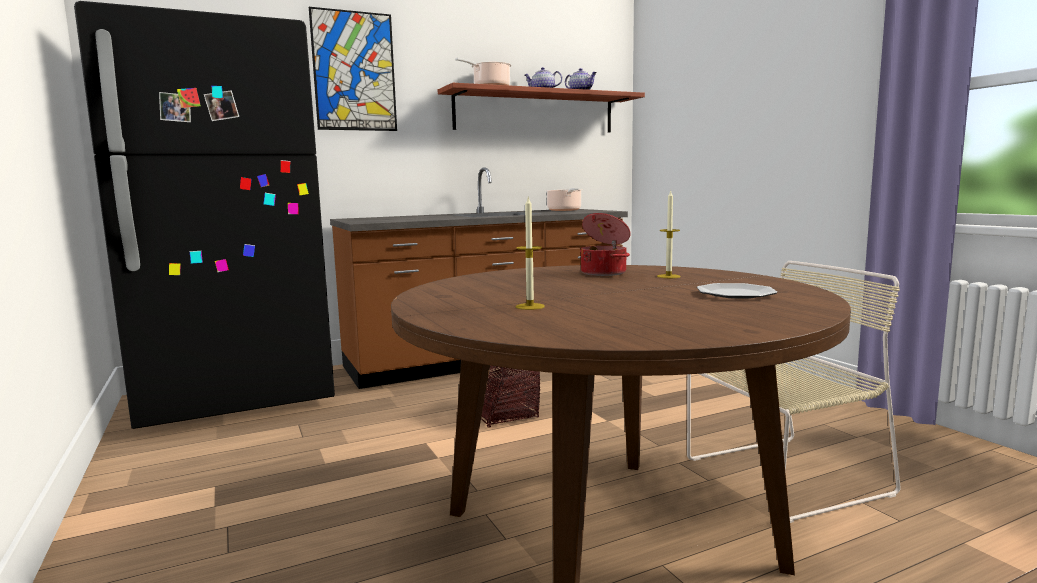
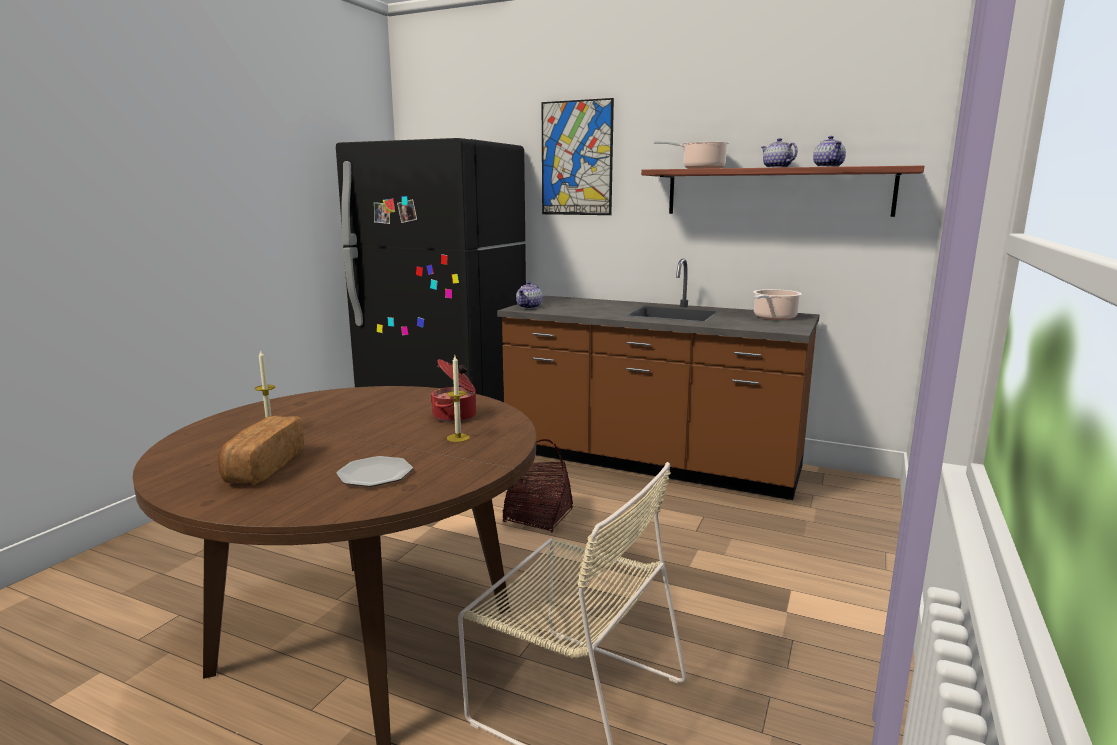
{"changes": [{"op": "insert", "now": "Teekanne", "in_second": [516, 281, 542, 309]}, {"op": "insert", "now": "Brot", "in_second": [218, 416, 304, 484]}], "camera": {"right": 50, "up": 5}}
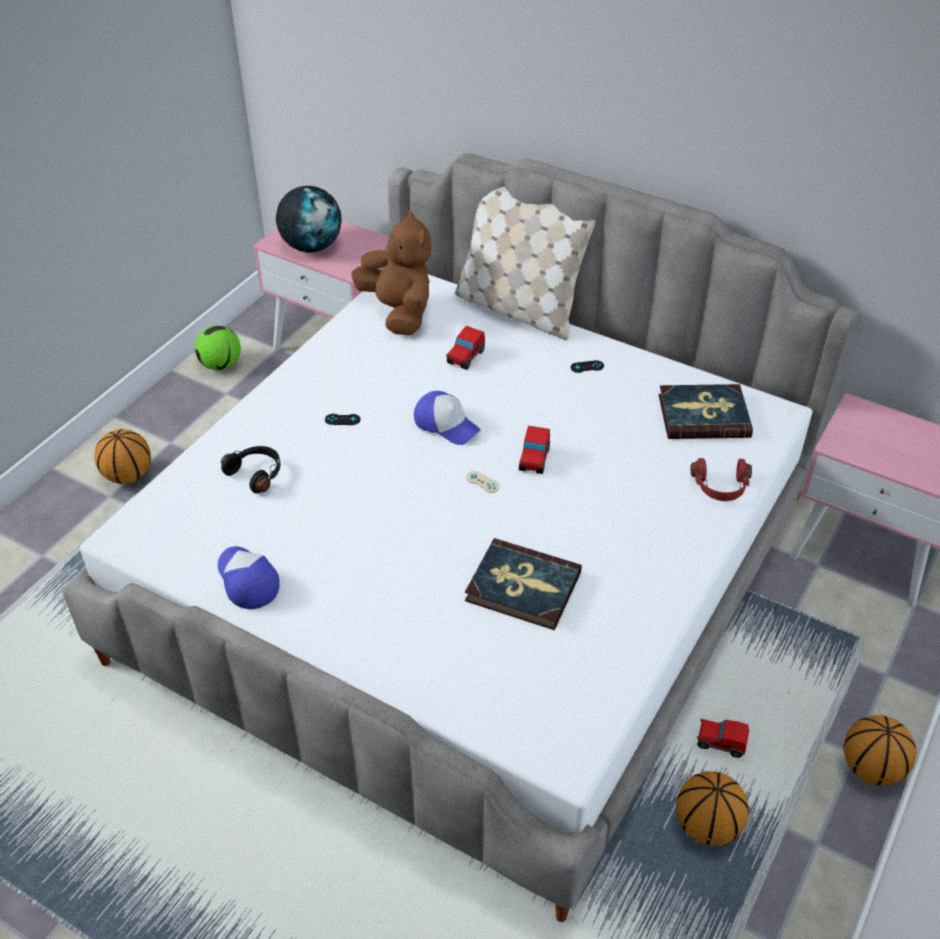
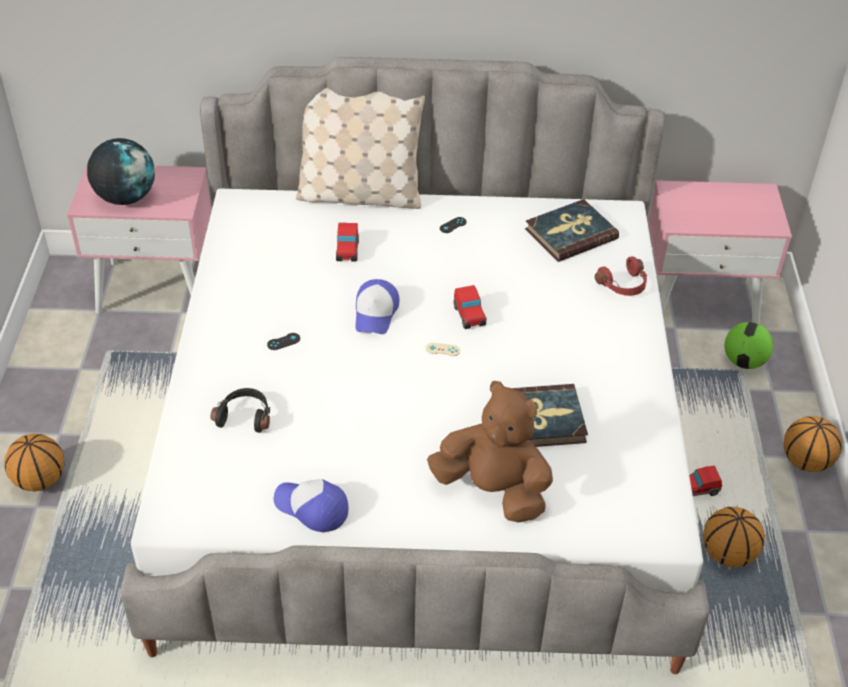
{"changes": [{"op": "move", "was": "Plüschtier/braun", "in_first": [351, 211, 432, 335], "in_second": [427, 381, 553, 523]}, {"op": "move", "was": "Fußball", "in_first": [195, 325, 241, 370], "in_second": [724, 322, 773, 369]}, {"op": "rotate", "was": "Kappe", "in_first": [414, 391, 481, 445], "in_second": [356, 279, 399, 334], "clockwise": 90}], "camera": {"right": -30, "up": 0}}
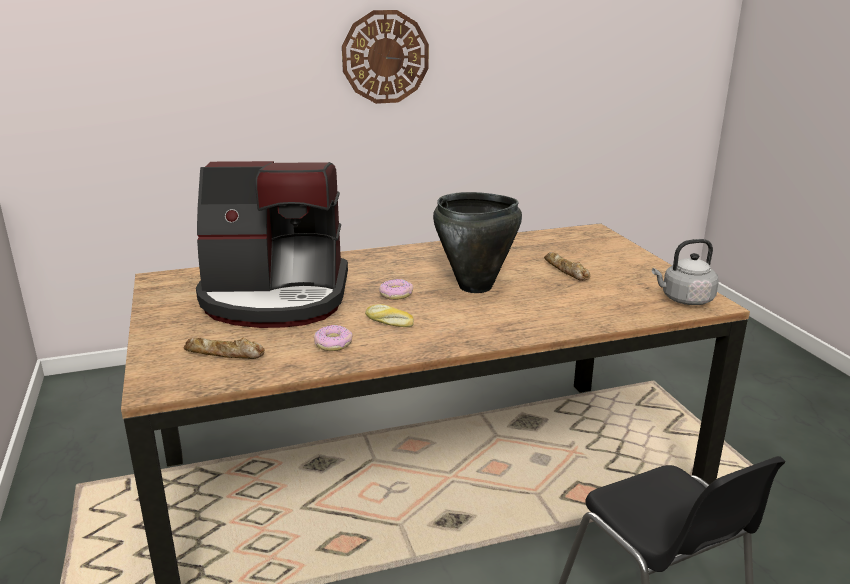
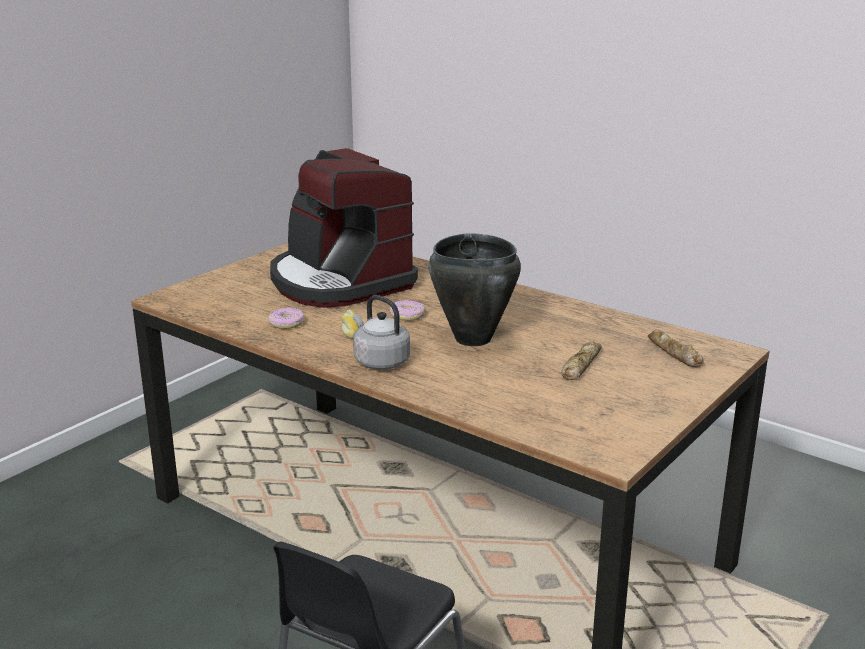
{"changes": [{"op": "delete", "was": "Wanduhr", "in_first": [342, 10, 429, 104]}, {"op": "move", "was": "Wasserkessel/grau", "in_first": [652, 239, 719, 305], "in_second": [353, 295, 410, 369]}, {"op": "move", "was": "Brot", "in_first": [183, 337, 264, 359], "in_second": [648, 330, 704, 367]}], "camera": {"right": 55, "up": 0}}
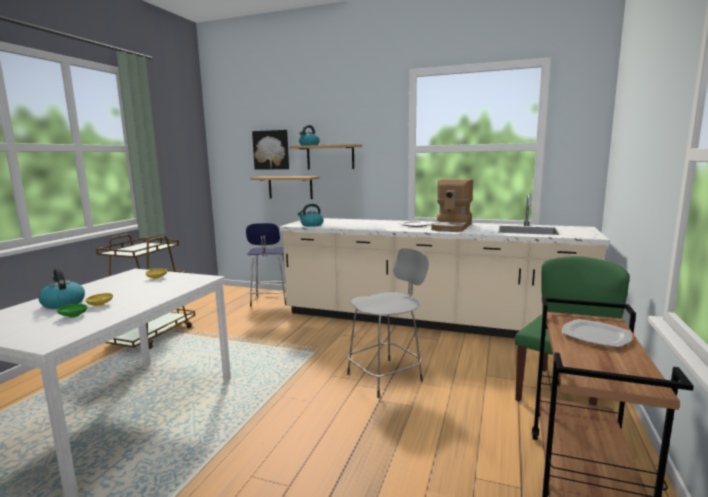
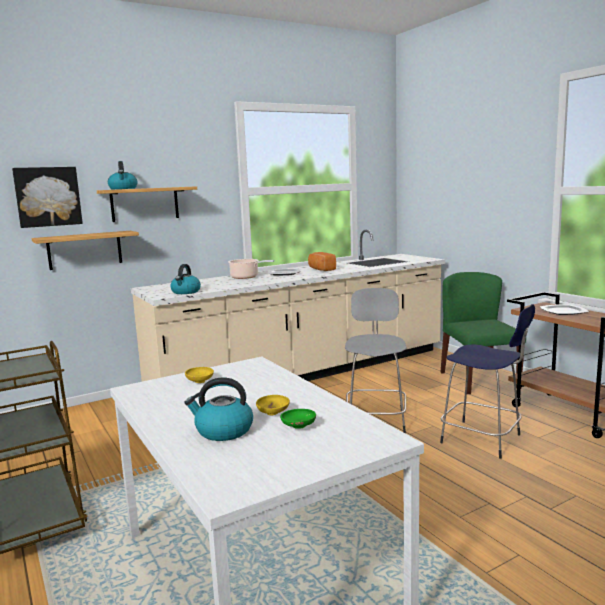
{"changes": [{"op": "replace", "was": "Kaffeemaschine", "now": "Brot", "in_first": [431, 179, 473, 232], "in_second": [308, 252, 336, 271]}, {"op": "move", "was": "Hocker/blau", "in_first": [246, 223, 287, 307], "in_second": [440, 304, 535, 459]}, {"op": "insert", "now": "Kochtopf", "in_second": [228, 259, 274, 279]}], "camera": {"right": -50, "up": 0}}
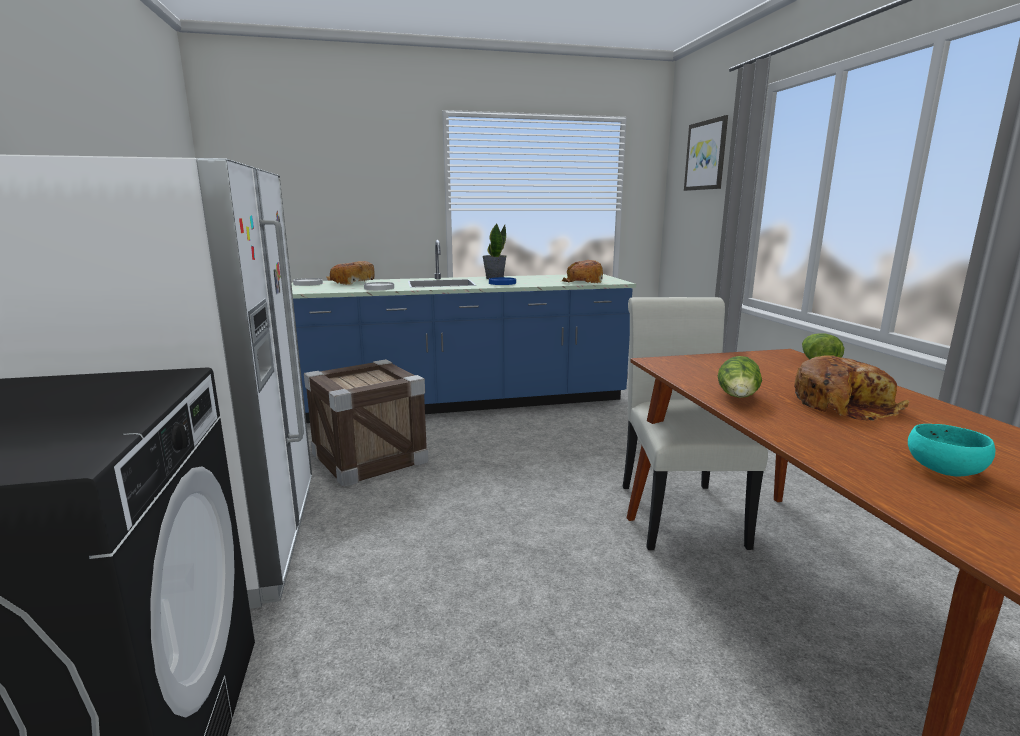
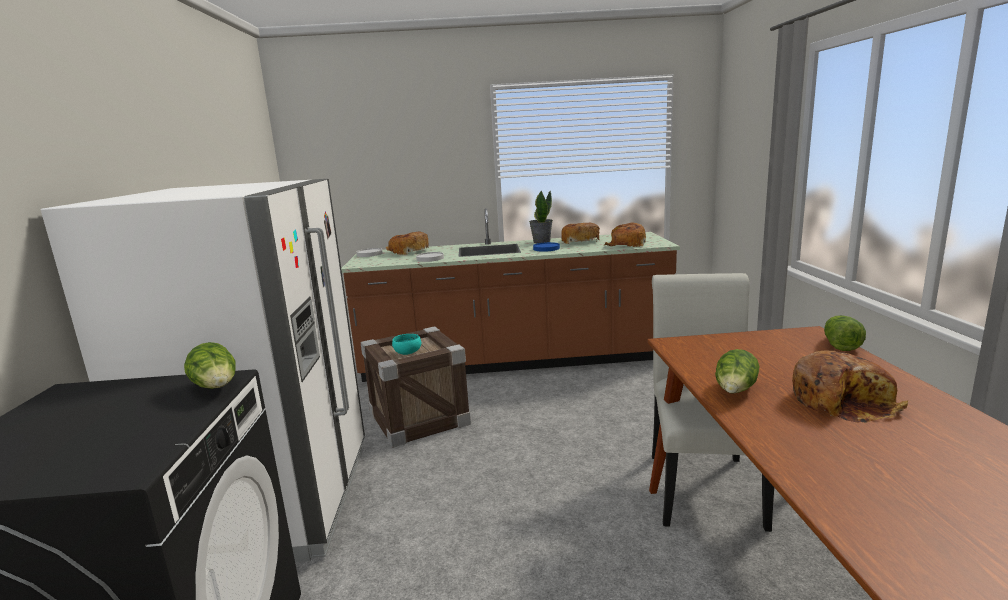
{"changes": [{"op": "delete", "was": "Bild", "in_first": [684, 115, 728, 191]}, {"op": "recolor", "was": "Küchenzeile/blau", "now": "Küchenzeile/braun", "in_first": [291, 240, 636, 423], "in_second": [341, 208, 680, 382]}, {"op": "move", "was": "Schüssel/türkis", "in_first": [908, 424, 995, 476], "in_second": [392, 334, 421, 355]}, {"op": "insert", "now": "Brot", "in_second": [561, 223, 600, 244]}, {"op": "insert", "now": "Salatkopf", "in_second": [184, 342, 236, 389]}], "camera": {"right": 10, "up": 0}}
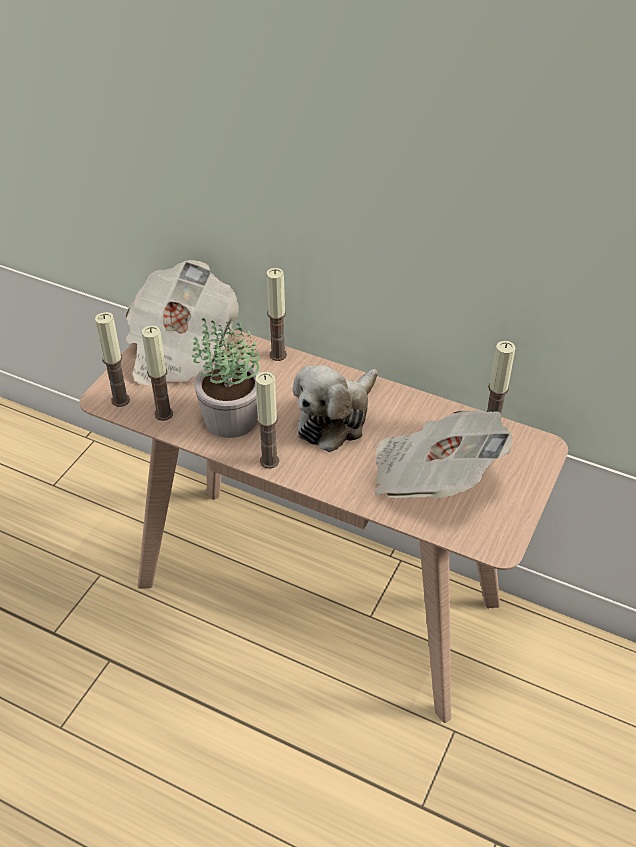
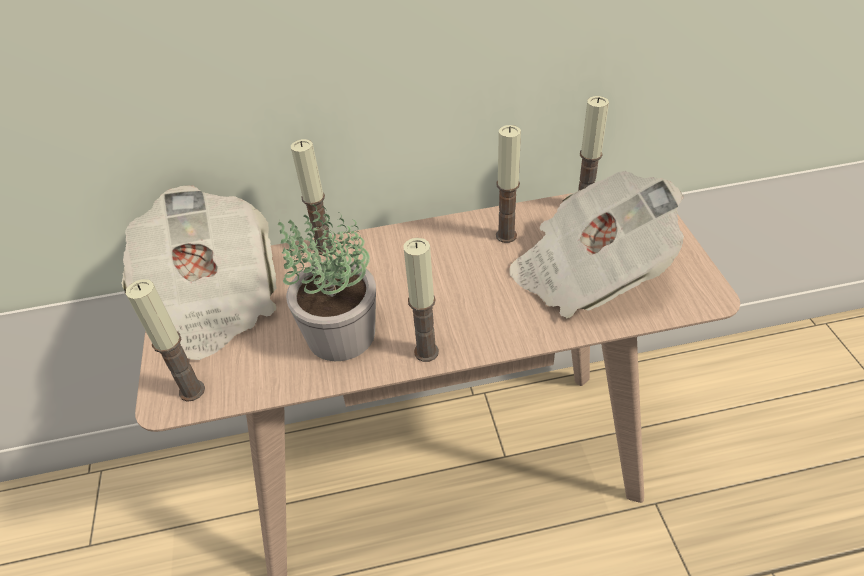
{"changes": [{"op": "move", "was": "Kerze", "in_first": [142, 326, 173, 421], "in_second": [496, 125, 521, 243]}, {"op": "delete", "was": "Plüschtier", "in_first": [293, 365, 378, 452]}], "camera": {"right": -35, "up": 0}}
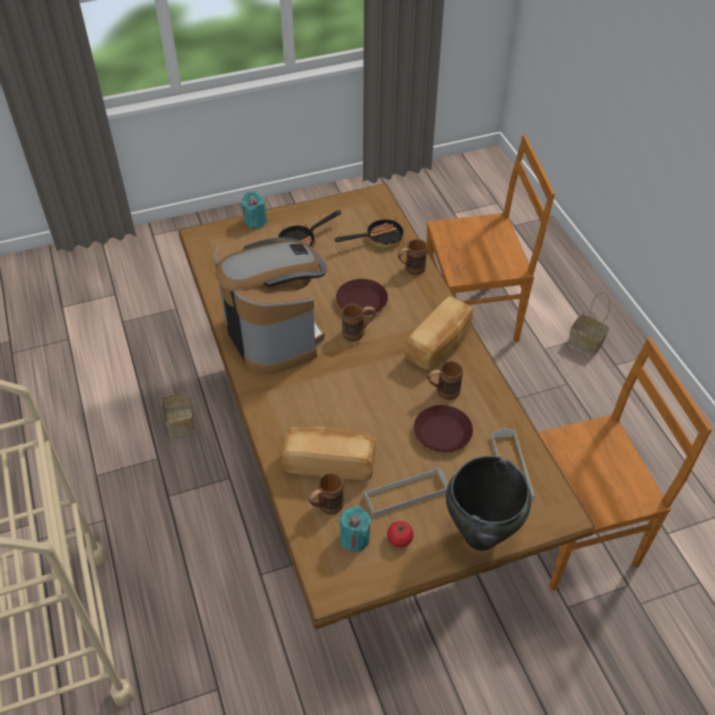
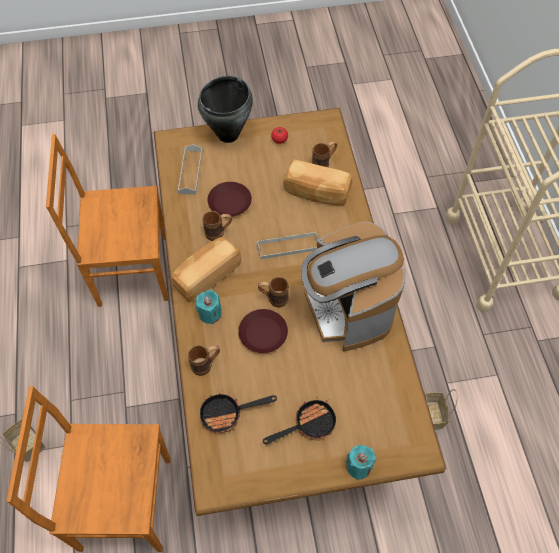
{"changes": [{"op": "move", "was": "Tablett/grau", "in_first": [364, 468, 448, 517], "in_second": [257, 231, 318, 260]}, {"op": "move", "was": "Kerze/türkis", "in_first": [339, 506, 371, 552], "in_second": [196, 290, 222, 324]}], "camera": {"right": -170, "up": 10}}
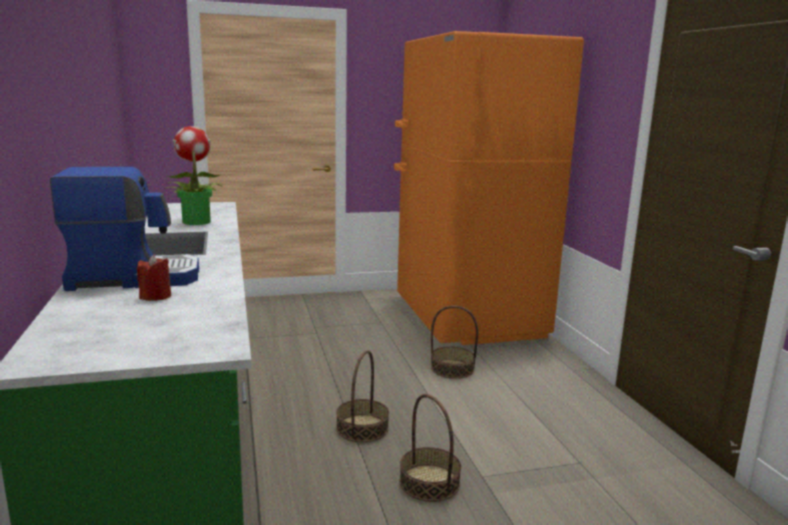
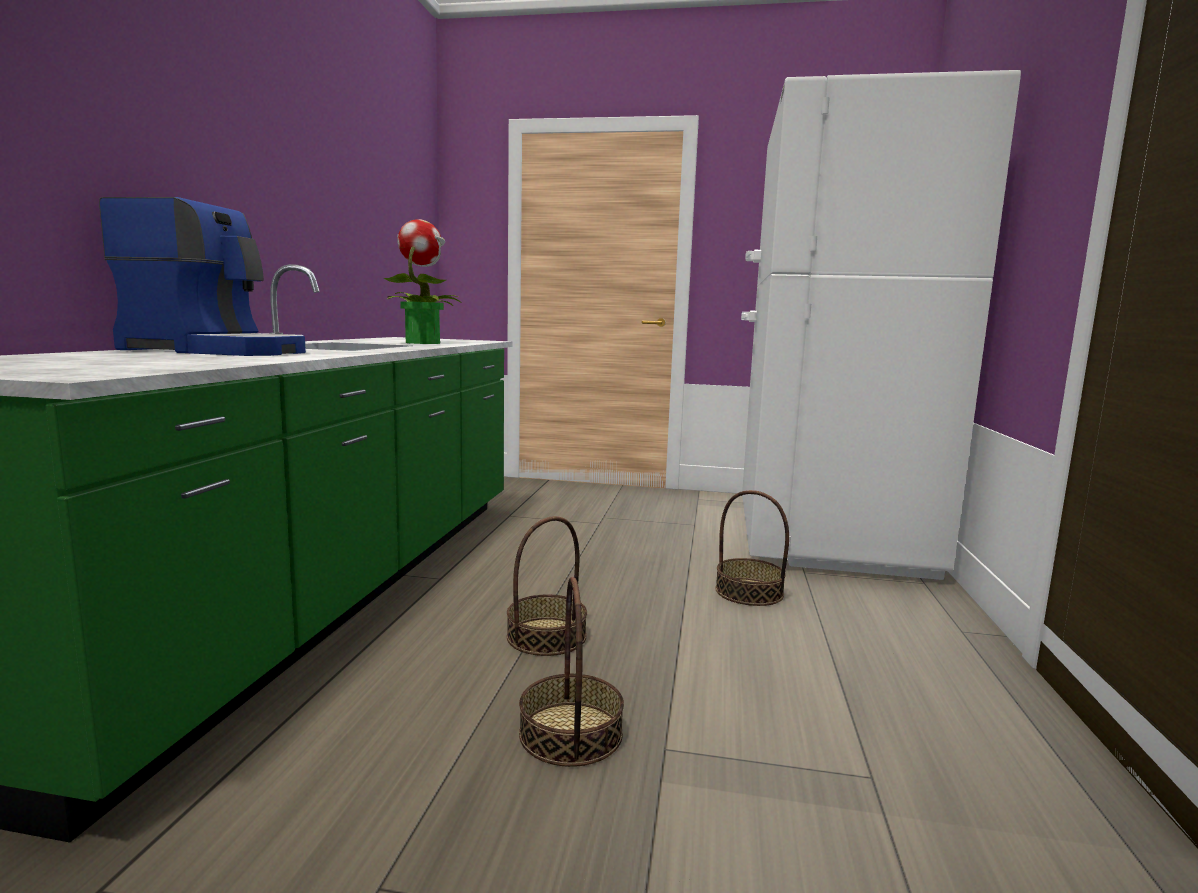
{"changes": [{"op": "recolor", "was": "Kühlschrank/orange", "now": "Kühlschrank/weiß", "in_first": [394, 31, 584, 345], "in_second": [741, 70, 1021, 580]}, {"op": "delete", "was": "Kerze/rot", "in_first": [137, 255, 171, 301]}], "camera": {"right": 25, "up": -5}}
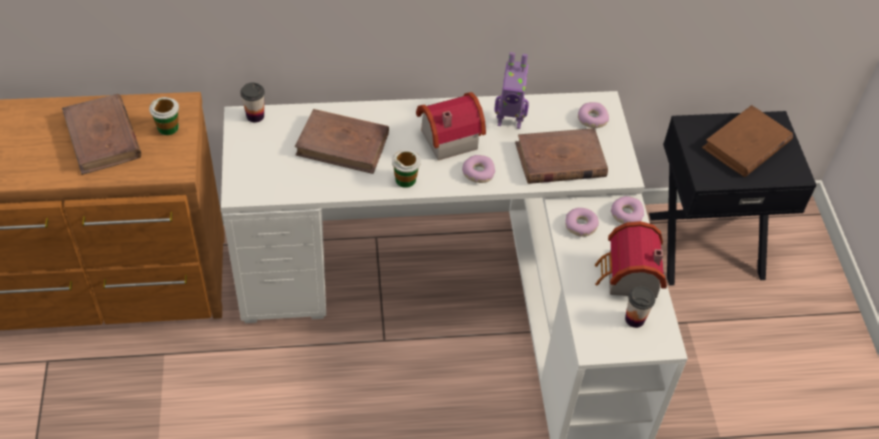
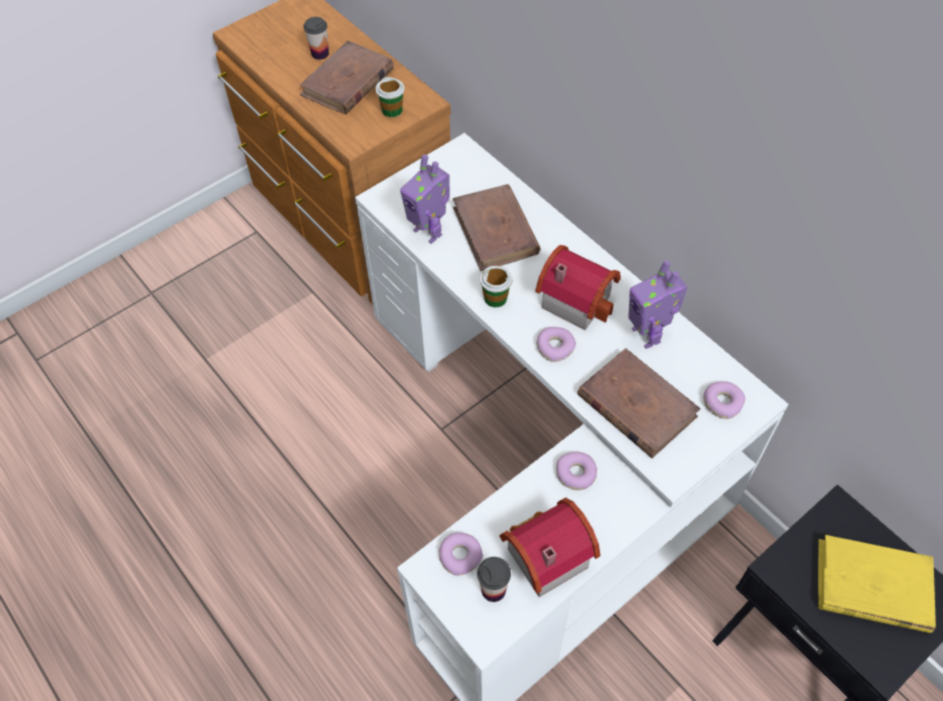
{"changes": [{"op": "move", "was": "Tasse", "in_first": [240, 82, 265, 123], "in_second": [303, 17, 329, 60]}, {"op": "recolor", "was": "Buch/braun", "now": "Buch/gelb", "in_first": [702, 105, 793, 177], "in_second": [818, 535, 936, 633]}, {"op": "move", "was": "Donut", "in_first": [611, 196, 644, 224], "in_second": [439, 532, 483, 576]}, {"op": "insert", "now": "Spielzeugroboter", "in_second": [400, 155, 450, 244]}], "camera": {"right": 60, "up": 5}}
